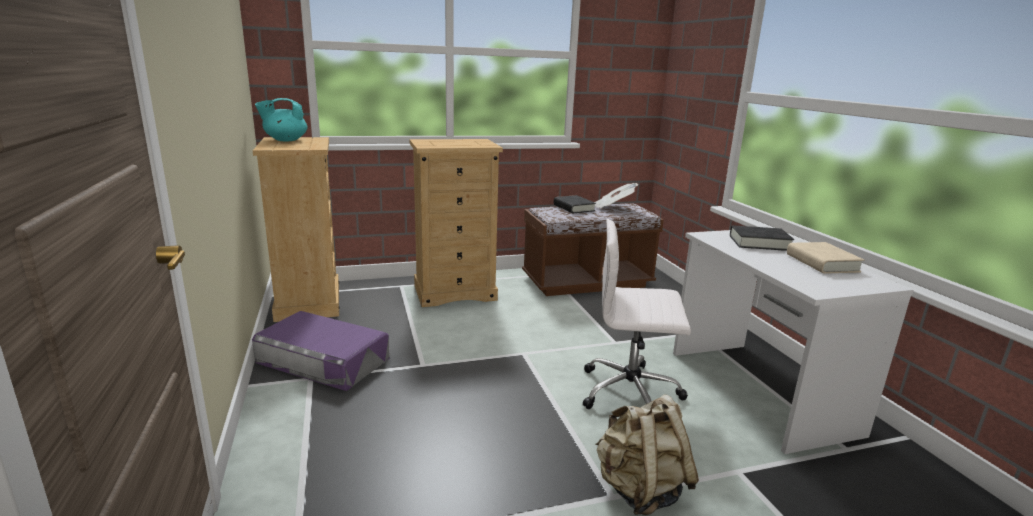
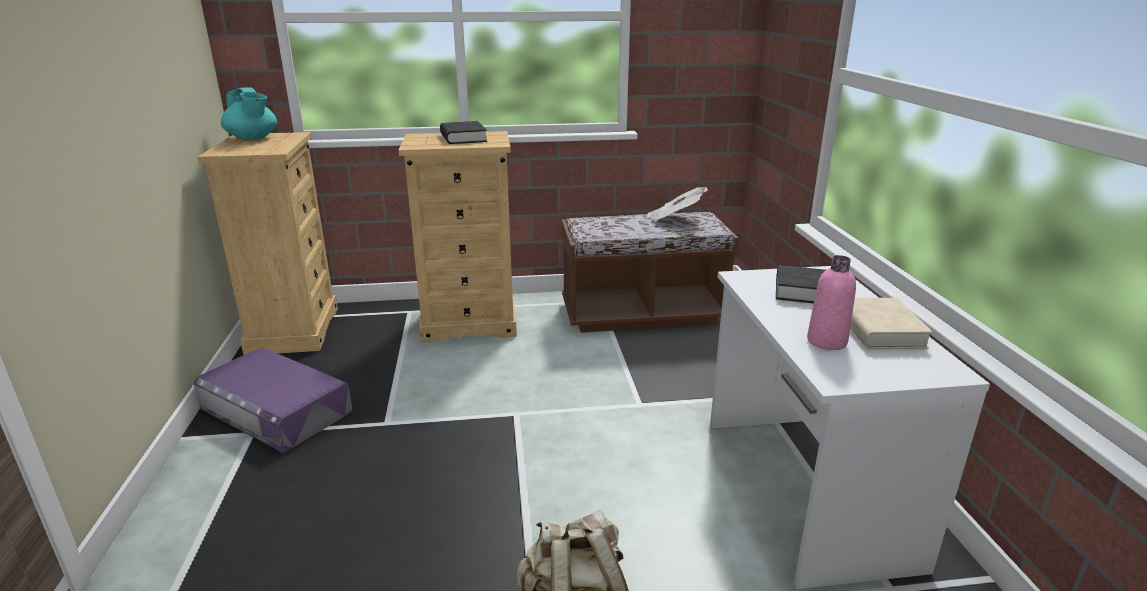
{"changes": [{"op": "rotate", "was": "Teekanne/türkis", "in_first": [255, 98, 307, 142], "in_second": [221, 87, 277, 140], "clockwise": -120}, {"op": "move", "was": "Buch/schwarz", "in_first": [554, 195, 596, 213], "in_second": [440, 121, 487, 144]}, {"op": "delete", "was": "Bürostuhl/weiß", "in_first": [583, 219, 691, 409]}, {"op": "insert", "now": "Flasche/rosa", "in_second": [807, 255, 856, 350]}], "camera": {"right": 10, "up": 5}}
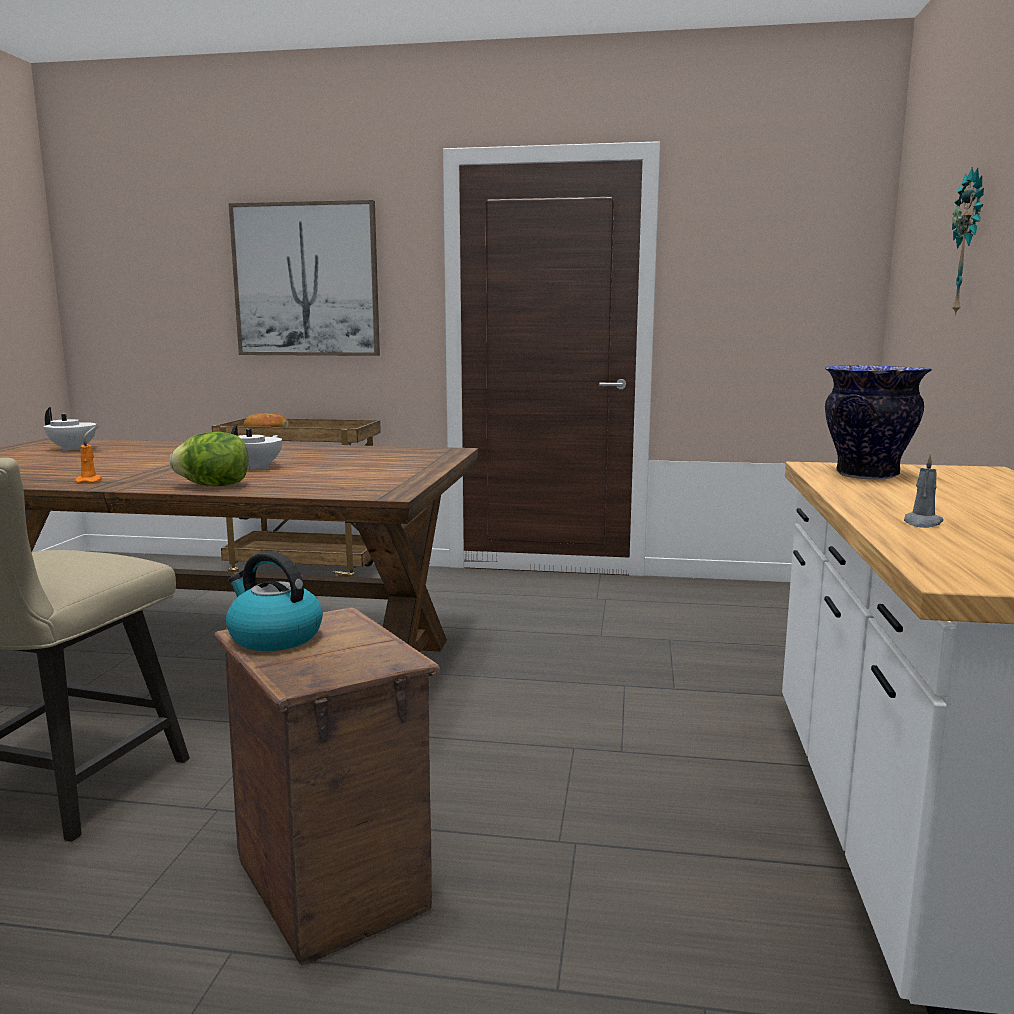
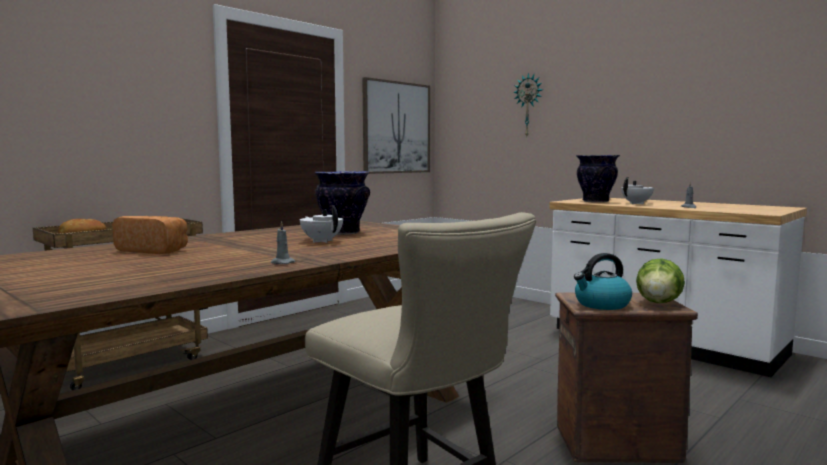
{"changes": [{"op": "move", "was": "Bild", "in_first": [229, 200, 380, 356], "in_second": [362, 77, 430, 174]}, {"op": "move", "was": "Teekanne/weiß", "in_first": [44, 407, 99, 451], "in_second": [621, 177, 654, 204]}, {"op": "move", "was": "Salatkopf", "in_first": [170, 432, 248, 486], "in_second": [636, 258, 685, 303]}, {"op": "recolor", "was": "Kerze/orange", "now": "Kerze/grau", "in_first": [75, 436, 102, 483], "in_second": [271, 221, 295, 264]}, {"op": "insert", "now": "Vase", "in_second": [314, 171, 370, 235]}, {"op": "insert", "now": "Brot", "in_second": [112, 216, 188, 254]}], "camera": {"right": -55, "up": -5}}
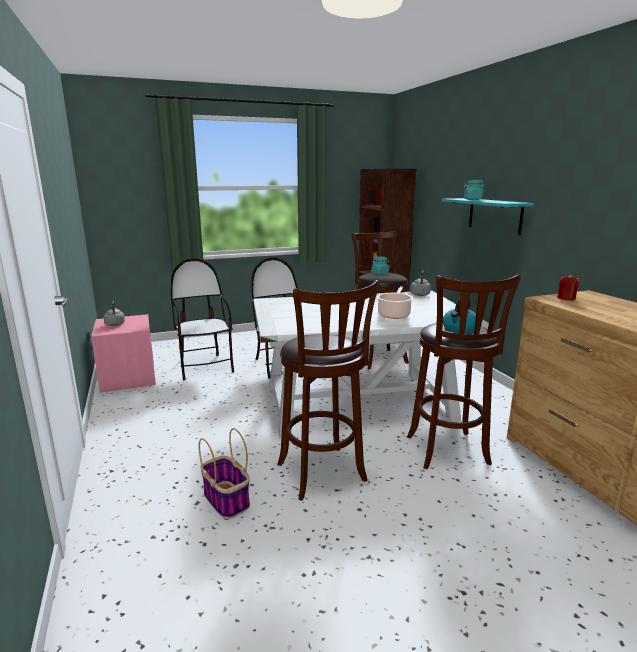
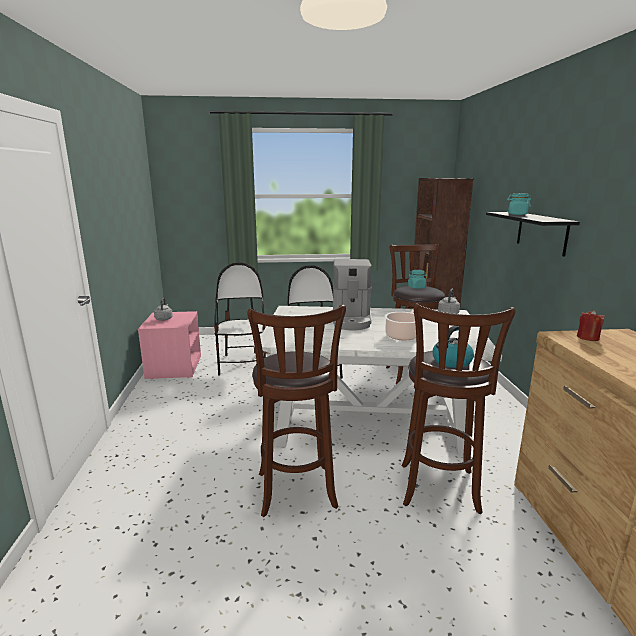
{"changes": [{"op": "recolor", "was": "Wandregal/türkis", "now": "Wandregal/schwarz", "in_first": [441, 198, 534, 235], "in_second": [486, 212, 580, 257]}, {"op": "delete", "was": "Korb", "in_first": [198, 428, 250, 519]}, {"op": "insert", "now": "Kaffeemaschine", "in_second": [333, 259, 372, 331]}], "camera": {"right": 15, "up": 0}}
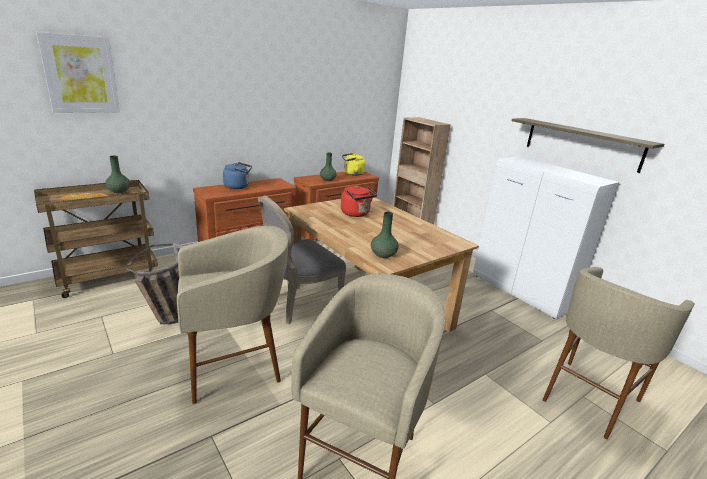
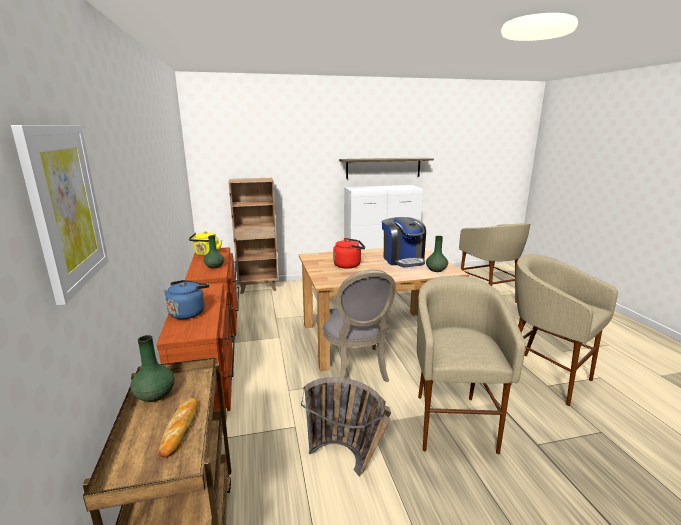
{"changes": [{"op": "insert", "now": "Kaffeemaschine", "in_second": [382, 217, 426, 267]}], "camera": {"right": -65, "up": -5}}
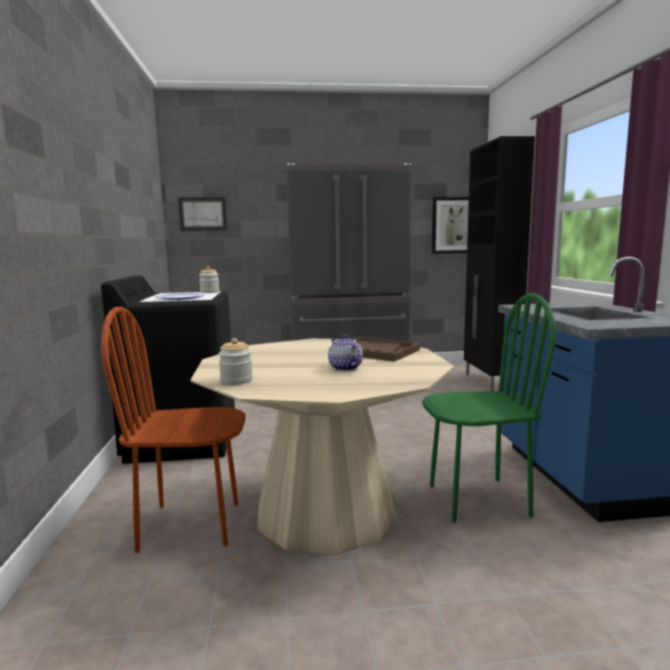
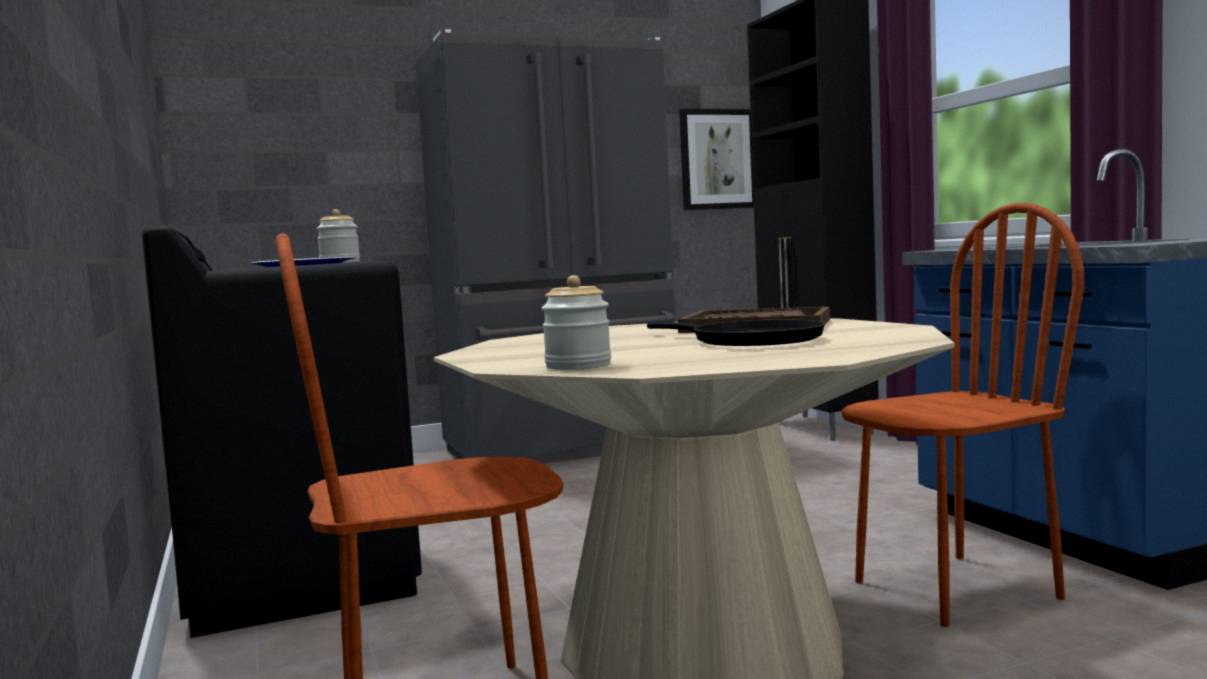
{"changes": [{"op": "delete", "was": "Bild", "in_first": [178, 197, 227, 231]}, {"op": "recolor", "was": "Stuhl/grün", "now": "Stuhl/braun", "in_first": [422, 293, 556, 522], "in_second": [841, 203, 1084, 627]}, {"op": "replace", "was": "Teekanne", "now": "Pfanne/schwarz", "in_first": [328, 334, 363, 371], "in_second": [647, 320, 825, 346]}], "camera": {"right": -15, "up": -5}}
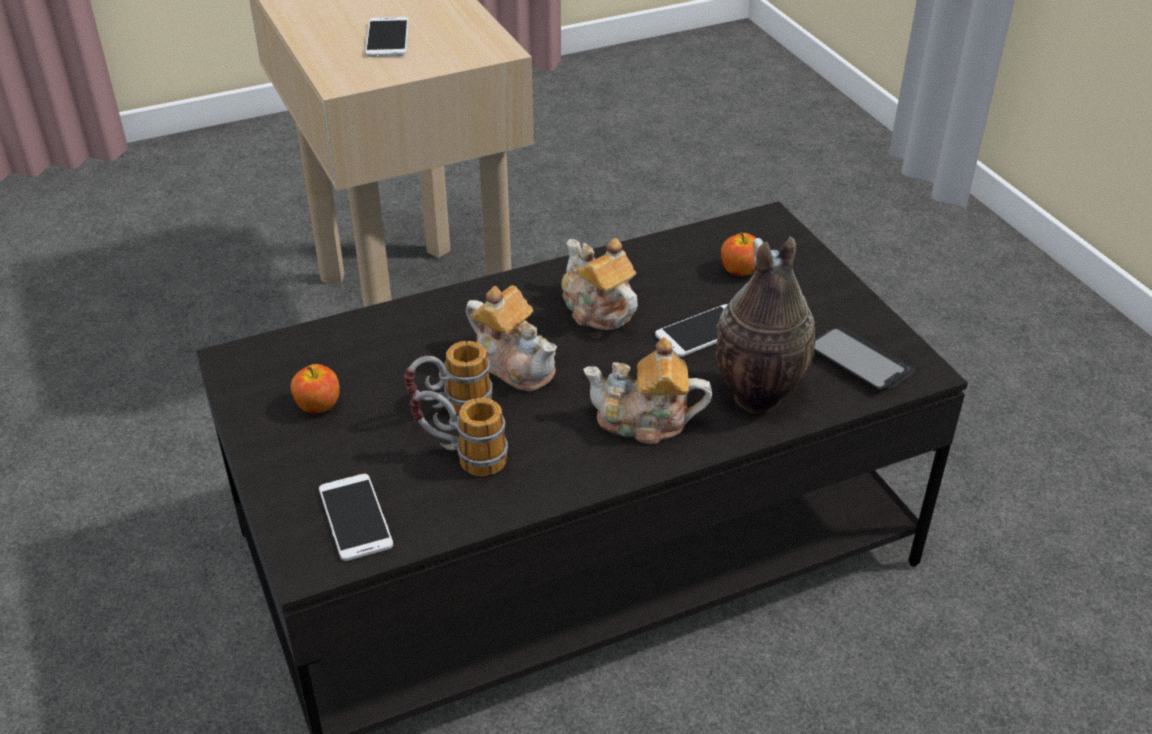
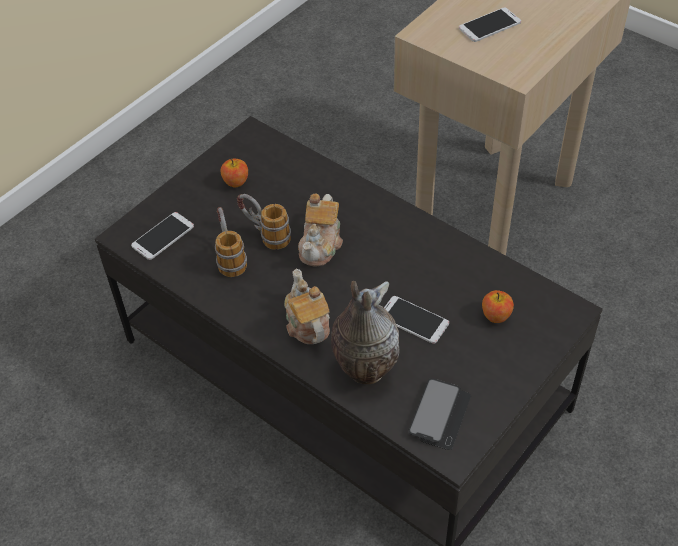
{"changes": [{"op": "delete", "was": "Teekanne", "in_first": [561, 238, 638, 330]}], "camera": {"right": 65, "up": 10}}
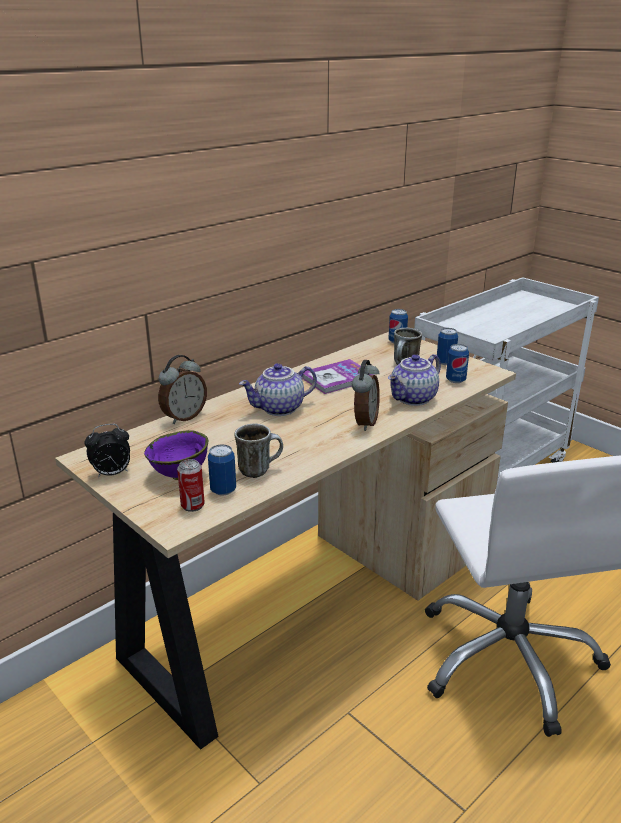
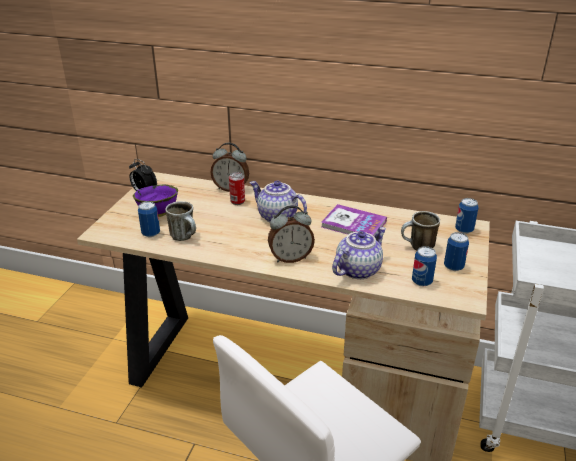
{"changes": [{"op": "rotate", "was": "Teekanne", "in_first": [388, 354, 441, 406], "in_second": [332, 227, 386, 279], "clockwise": 120}, {"op": "move", "was": "Dose", "in_first": [177, 459, 205, 512], "in_second": [229, 172, 245, 205]}], "camera": {"right": 60, "up": 5}}
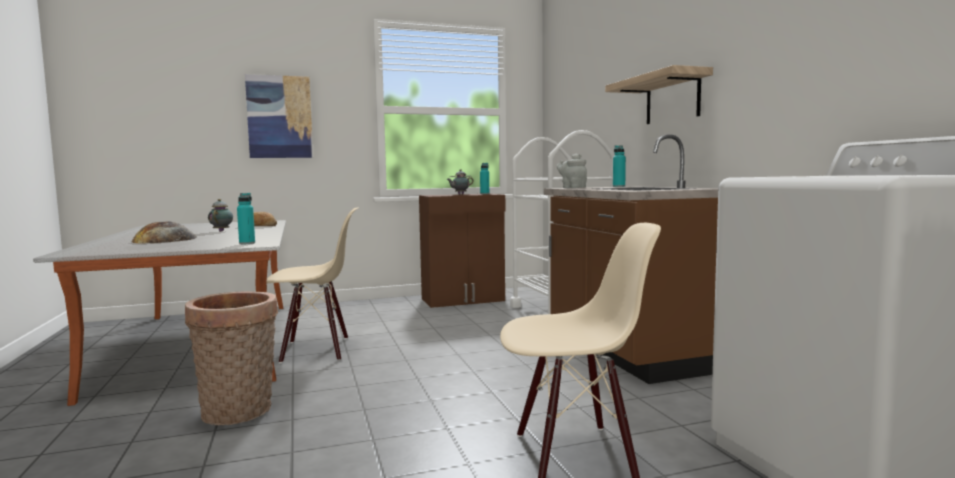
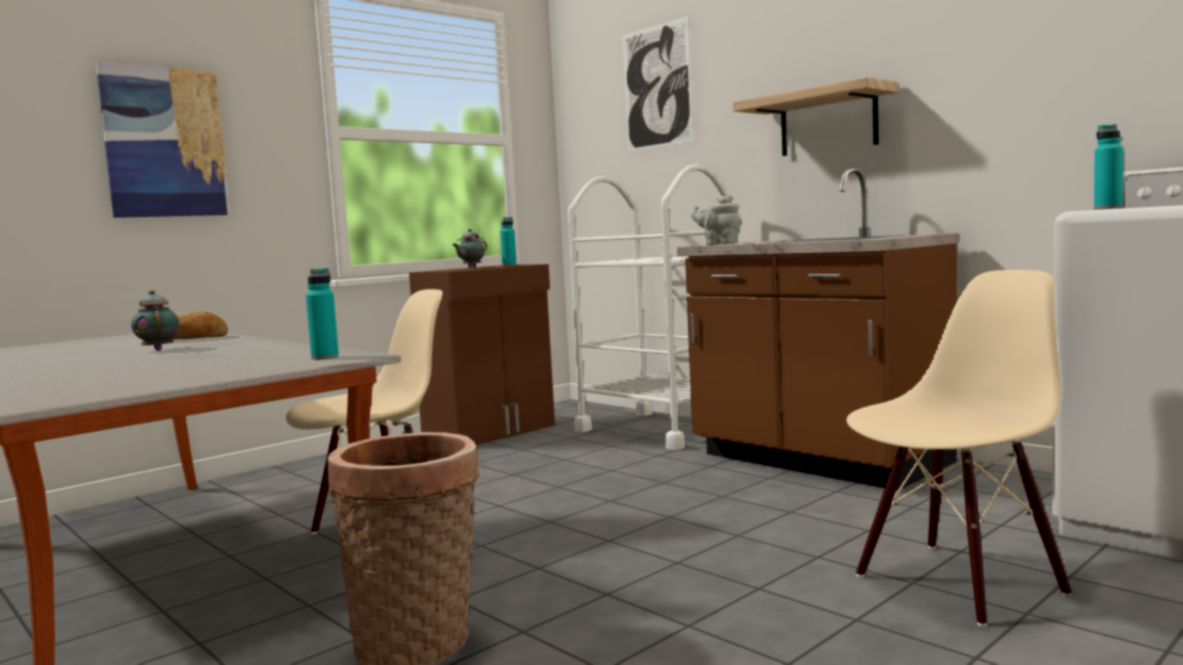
{"changes": [{"op": "move", "was": "Flasche/türkis", "in_first": [613, 145, 626, 187], "in_second": [1094, 124, 1123, 209]}, {"op": "delete", "was": "Brot", "in_first": [132, 222, 197, 244]}, {"op": "insert", "now": "Bild", "in_second": [622, 16, 693, 151]}], "camera": {"right": -25, "up": 0}}
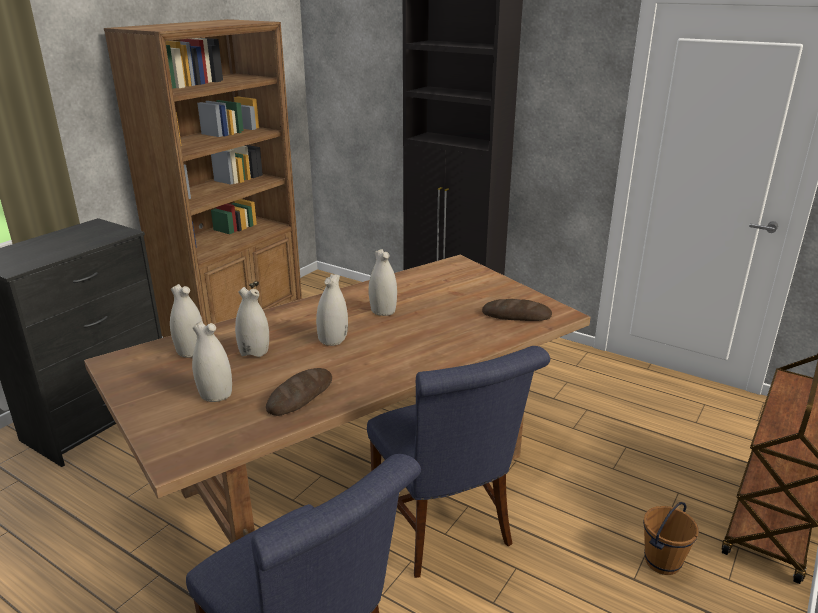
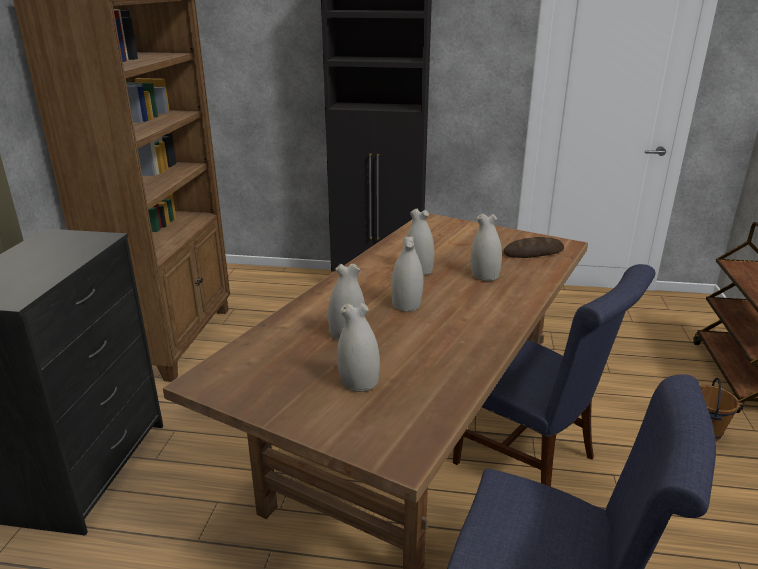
{"changes": [{"op": "move", "was": "Vase/weiß", "in_first": [170, 284, 203, 358], "in_second": [470, 214, 502, 281]}, {"op": "delete", "was": "Brot", "in_first": [266, 368, 332, 416]}], "camera": {"right": -25, "up": 0}}
